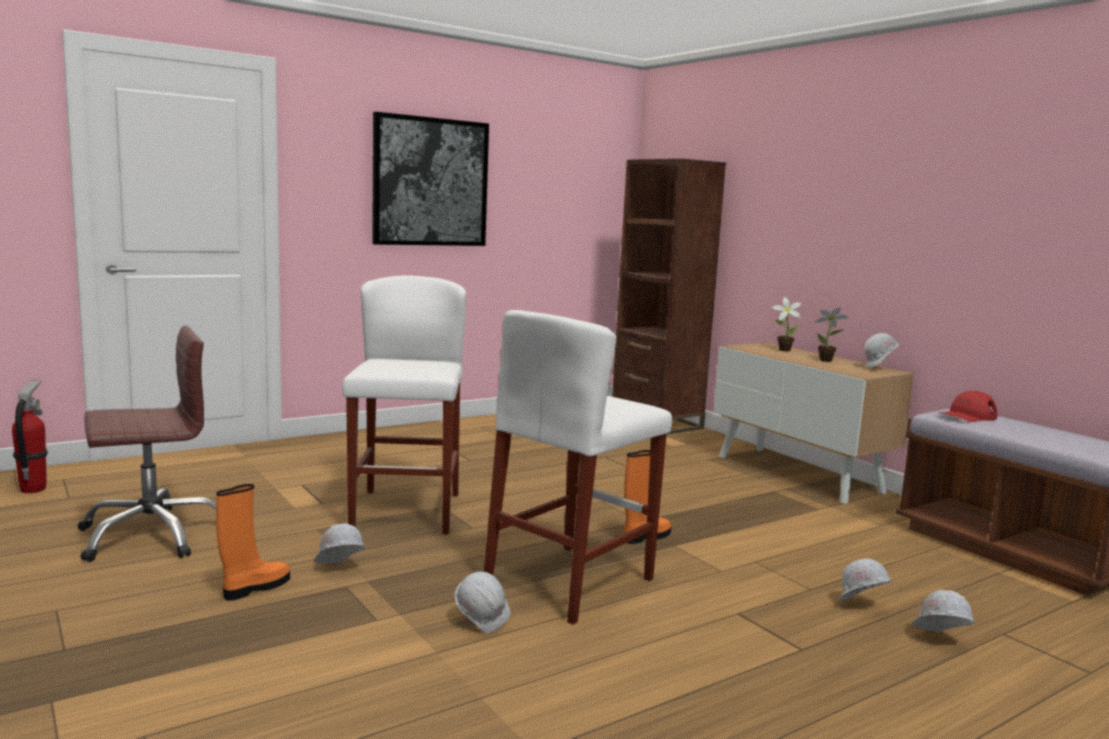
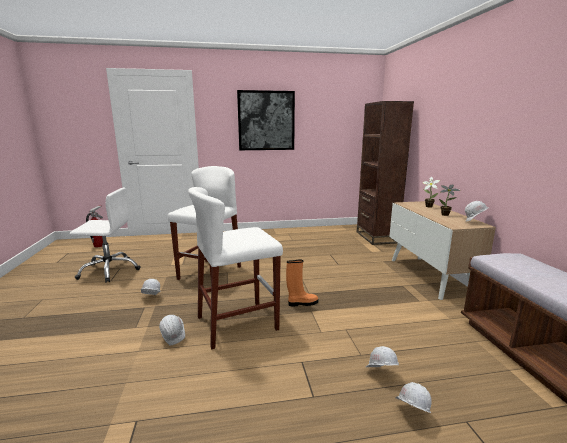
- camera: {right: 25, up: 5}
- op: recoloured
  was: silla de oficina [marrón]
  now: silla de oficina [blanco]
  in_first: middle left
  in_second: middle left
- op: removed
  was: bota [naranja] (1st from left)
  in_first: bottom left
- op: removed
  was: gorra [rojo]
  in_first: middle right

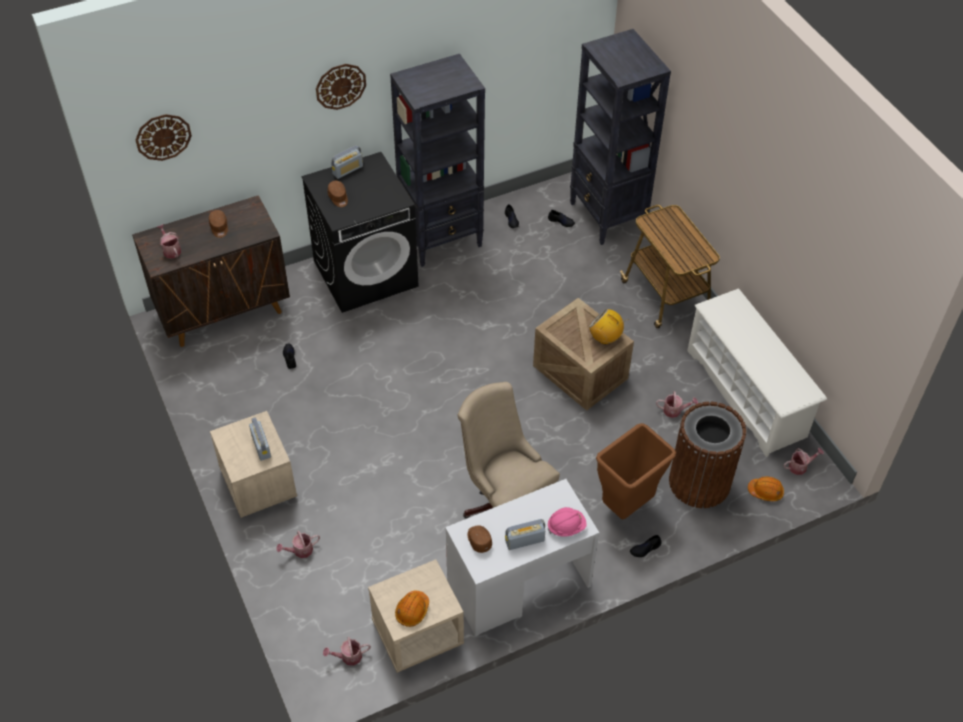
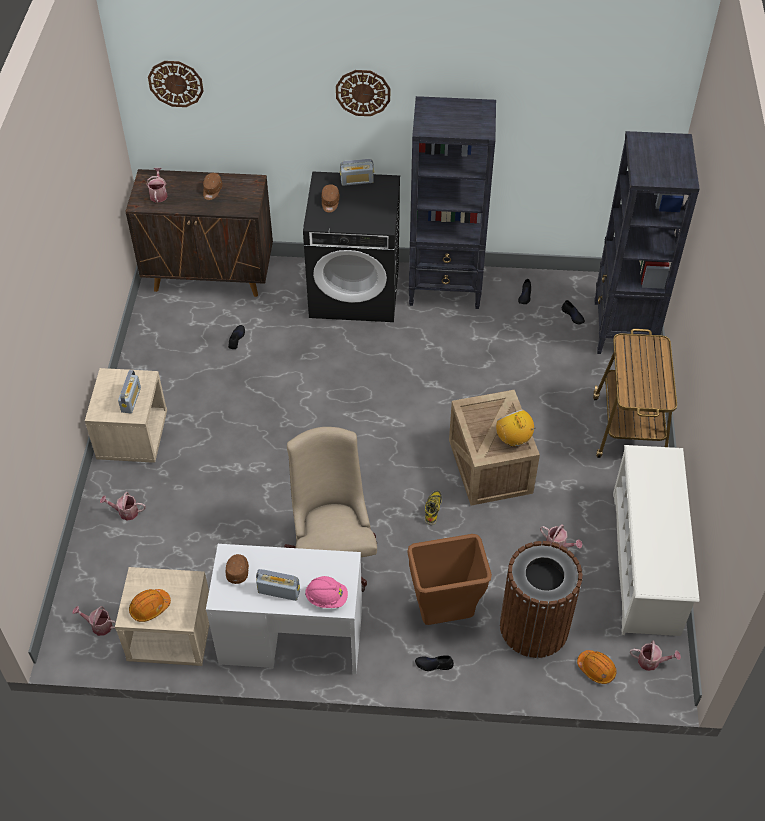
- camera: {right: 30, up: 0}
- op: added
  now: bota
  in_second: centre

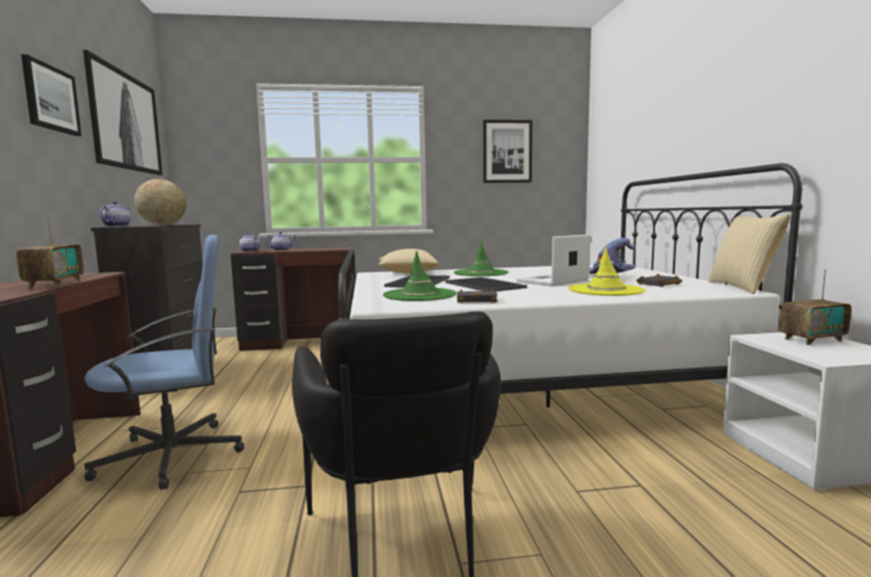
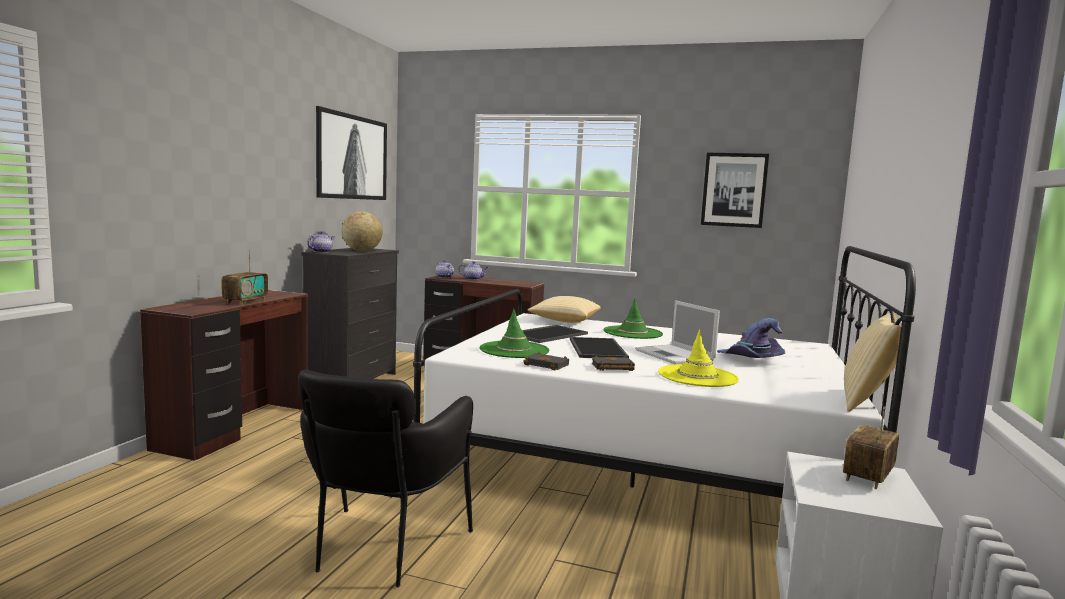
- camera: {right: 25, up: 0}
- op: moved
  was: libro [negro] (2nd from left)
  in_first: middle right
  in_second: centre
- op: turned
  was: portátil
  in_first: centre
  in_second: centre
  clockwise: -105
- op: turned
  was: radio (2nd from left)
  in_first: middle right
  in_second: bottom right
  clockwise: 120
- op: removed
  was: cuadro (1st from left)
  in_first: top left
- op: removed
  was: silla de oficina [azul]
  in_first: middle left

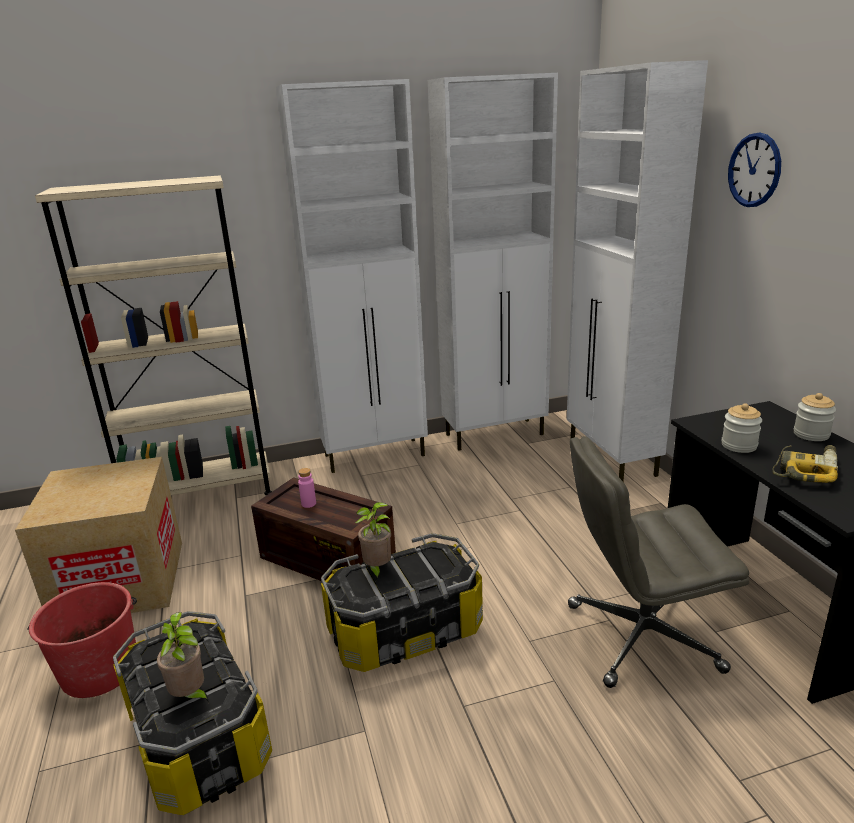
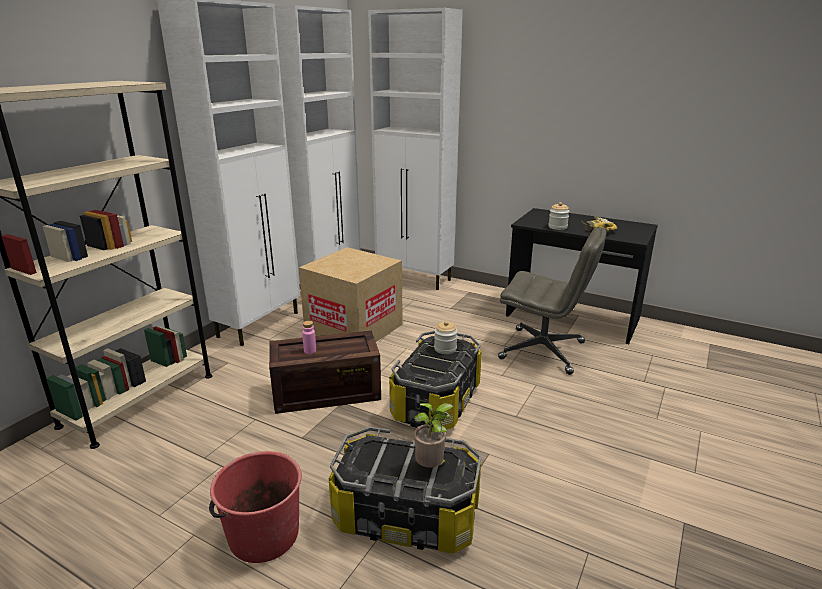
- camera: {right: -45, up: 0}
- op: moved
  was: caja de cartón
  in_first: middle left
  in_second: centre
- op: moved
  was: tarro (2nd from left in the first image)
  now: tarro (1st from left)
  in_first: middle right
  in_second: centre
- op: turned
  was: silla de oficina [gris]
  in_first: bottom right
  in_second: middle right
  clockwise: -105
- op: removed
  was: planta en maceta (2nd from left)
  in_first: centre
- op: removed
  was: reloj de pared
  in_first: top right

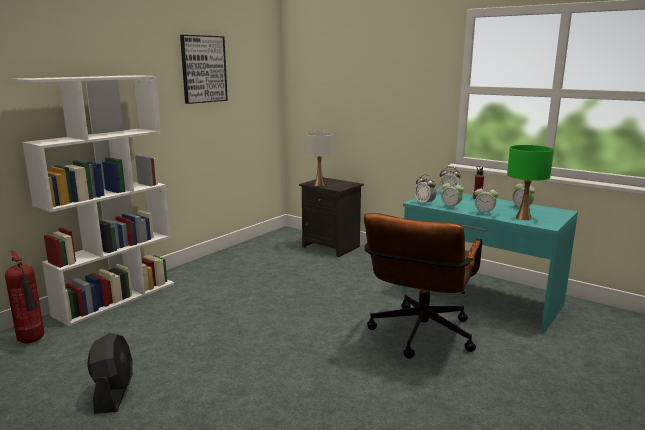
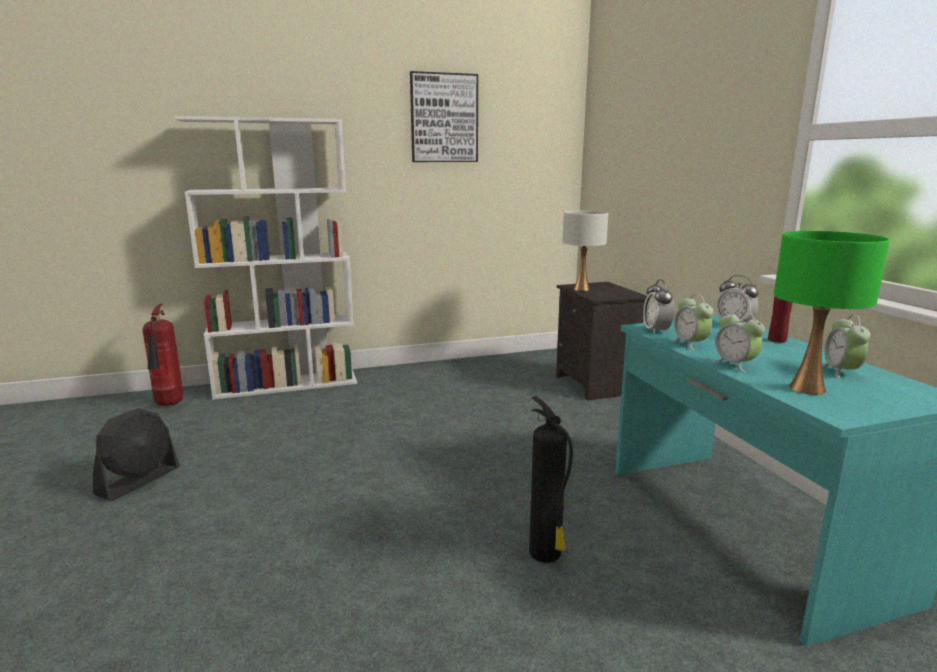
- camera: {right: 35, up: 0}
- op: replaced
  was: silla de oficina [marrón]
  now: extintor (2nd from left)
  in_first: centre
  in_second: bottom centre

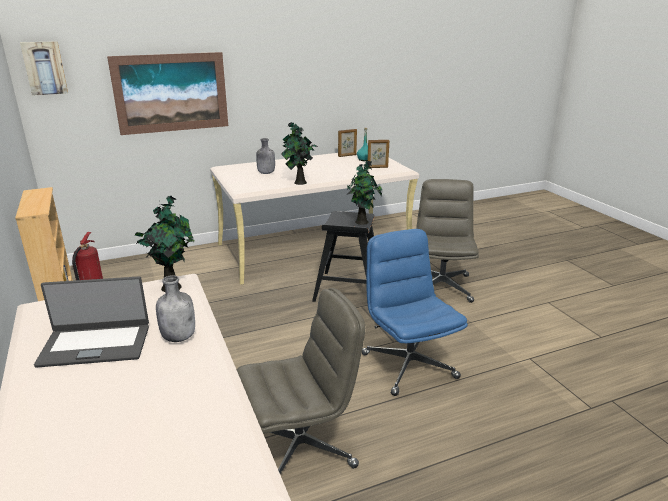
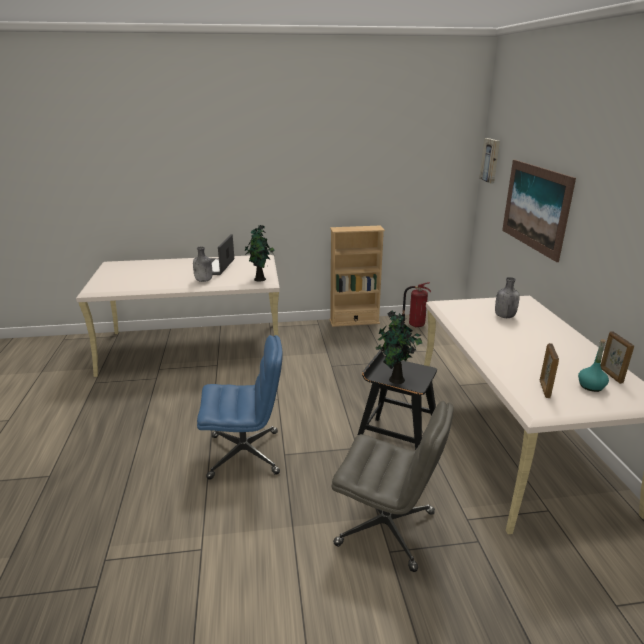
- camera: {right: 105, up: 0}
- op: removed
  was: silla de oficina [gris] (1st from left)
  in_first: bottom centre
- op: removed
  was: planta en maceta (2nd from left)
  in_first: top centre

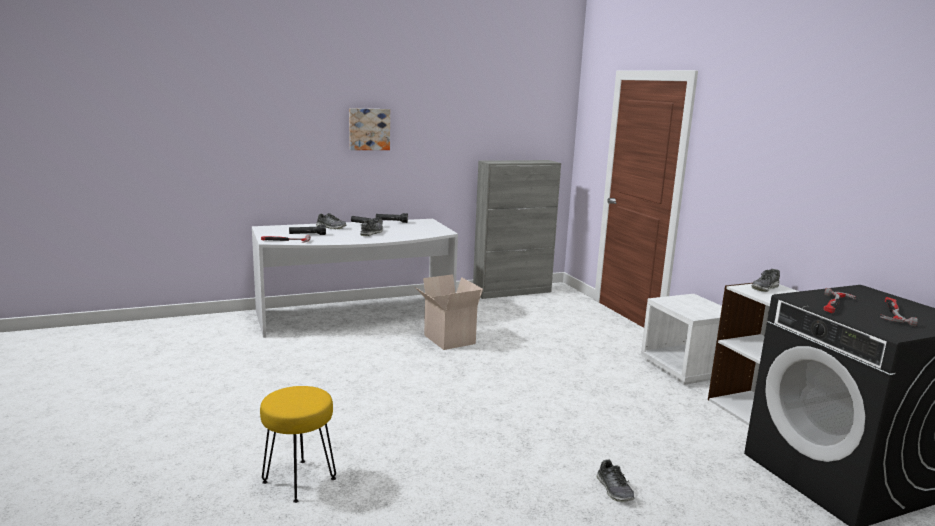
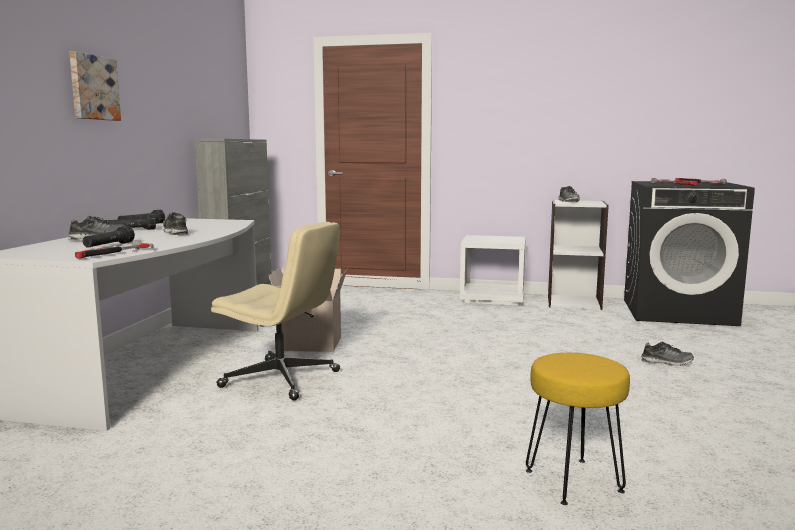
- camera: {right: -55, up: -5}
- op: added
  now: silla de oficina [beis]
  in_second: centre

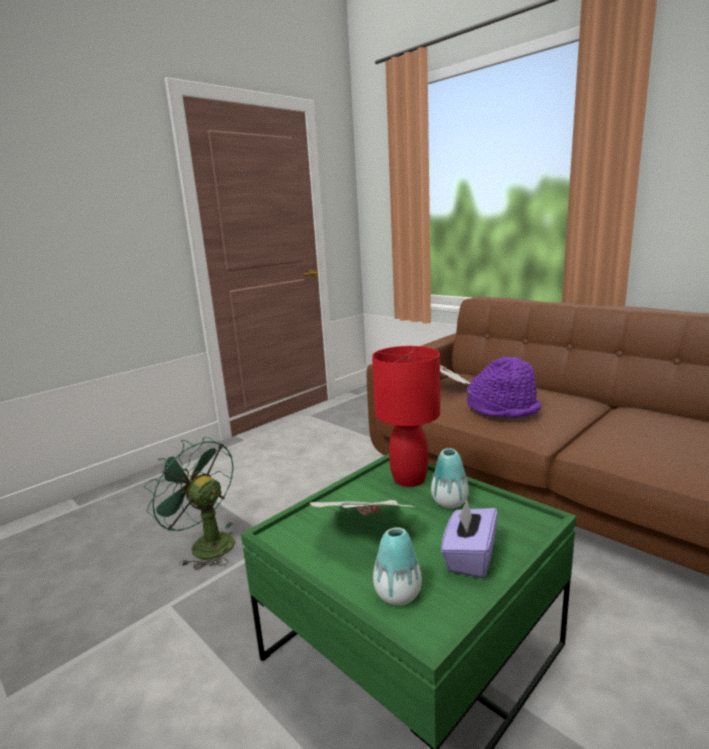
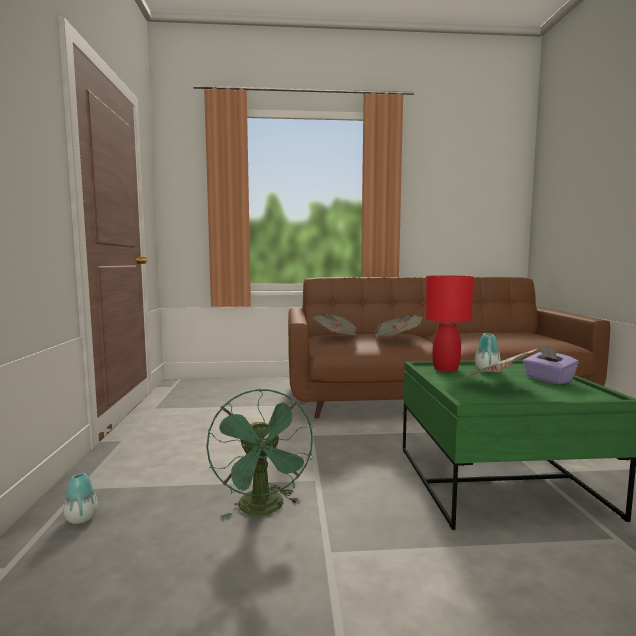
- camera: {right: -50, up: -10}
- op: moved
  was: florero (1st from left)
  in_first: bottom centre
  in_second: bottom left
- op: turned
  was: ventilador [verde]
  in_first: bottom left
  in_second: bottom centre
  clockwise: -90
- op: replaced
  was: sombrero [morado]
  now: periódico (2nd from left)
  in_first: middle right
  in_second: centre

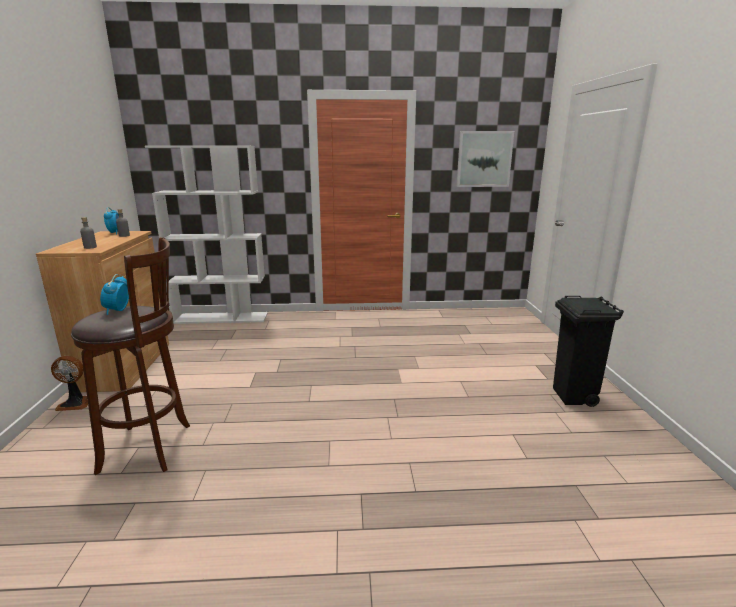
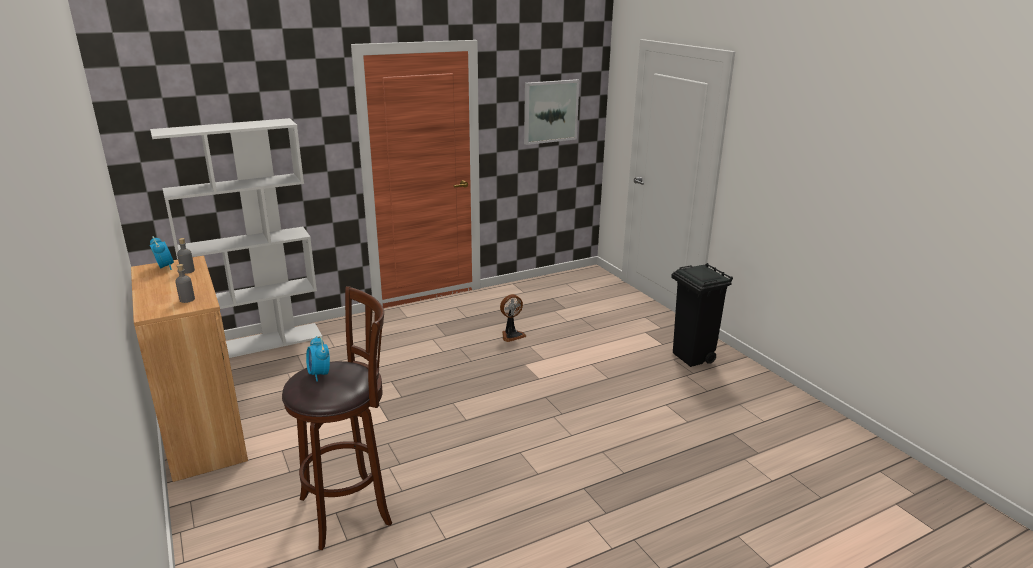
- camera: {right: -25, up: 5}
- op: moved
  was: ventilador
  in_first: middle left
  in_second: centre

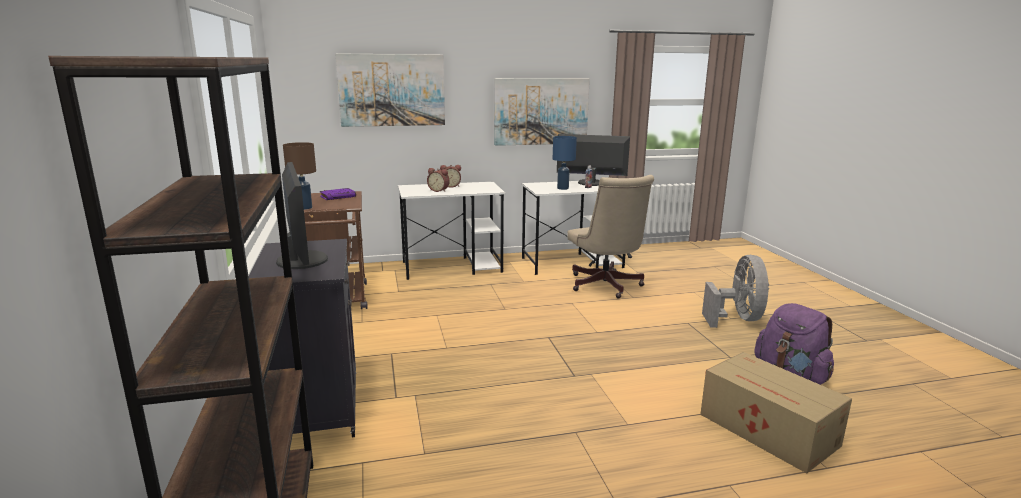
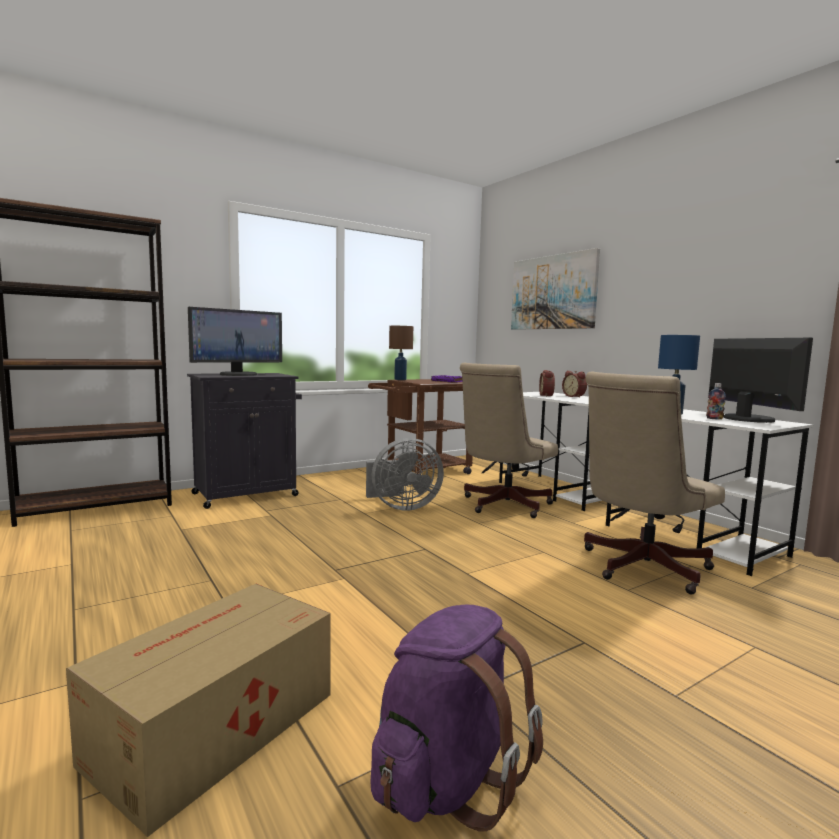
- camera: {right: 70, up: -10}
- op: moved
  was: ventilador [gris]
  in_first: middle right
  in_second: centre
- op: added
  now: silla de oficina [beis] (1st from left)
  in_second: centre
- op: removed
  was: cuadro (2nd from left)
  in_first: top centre

